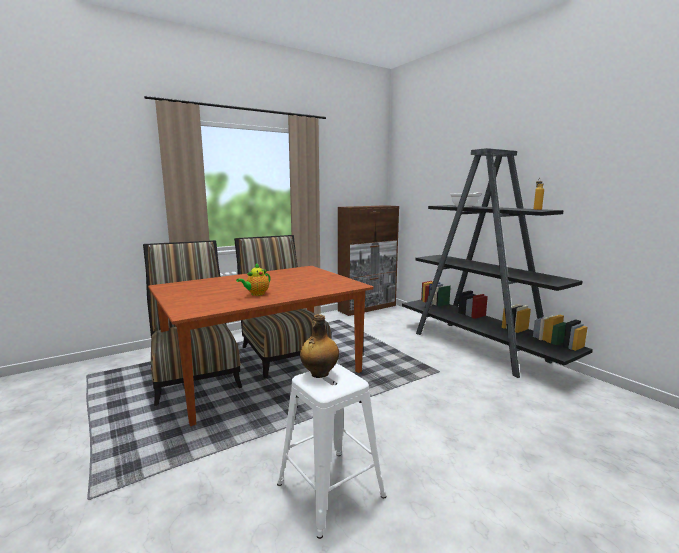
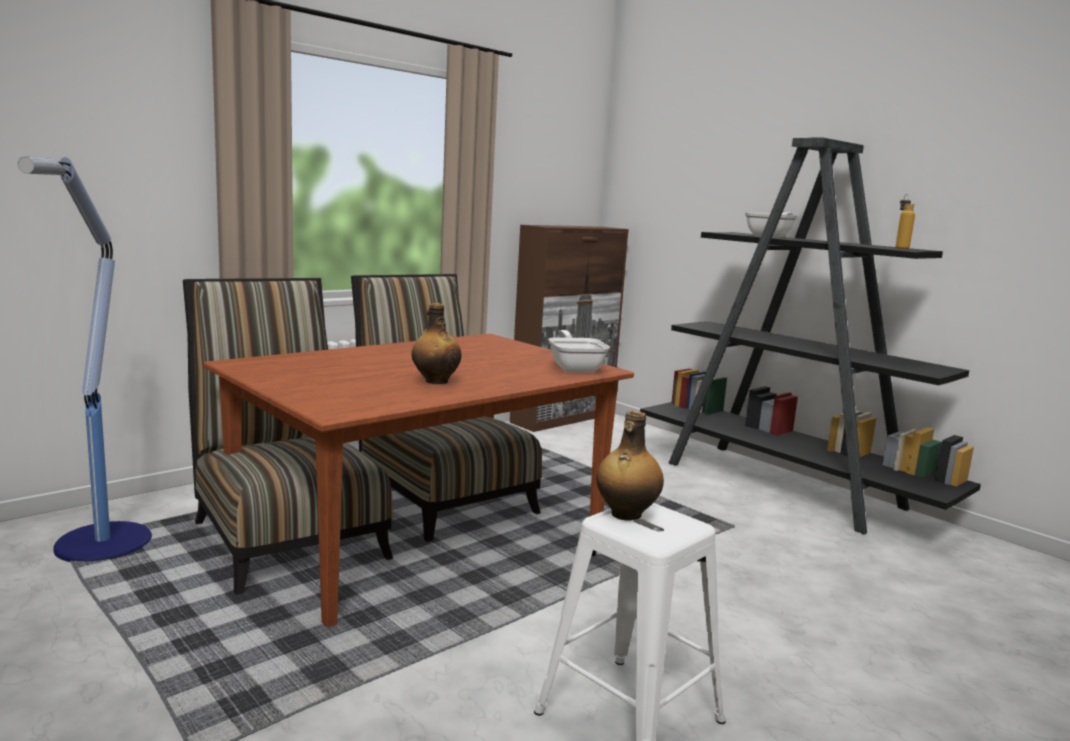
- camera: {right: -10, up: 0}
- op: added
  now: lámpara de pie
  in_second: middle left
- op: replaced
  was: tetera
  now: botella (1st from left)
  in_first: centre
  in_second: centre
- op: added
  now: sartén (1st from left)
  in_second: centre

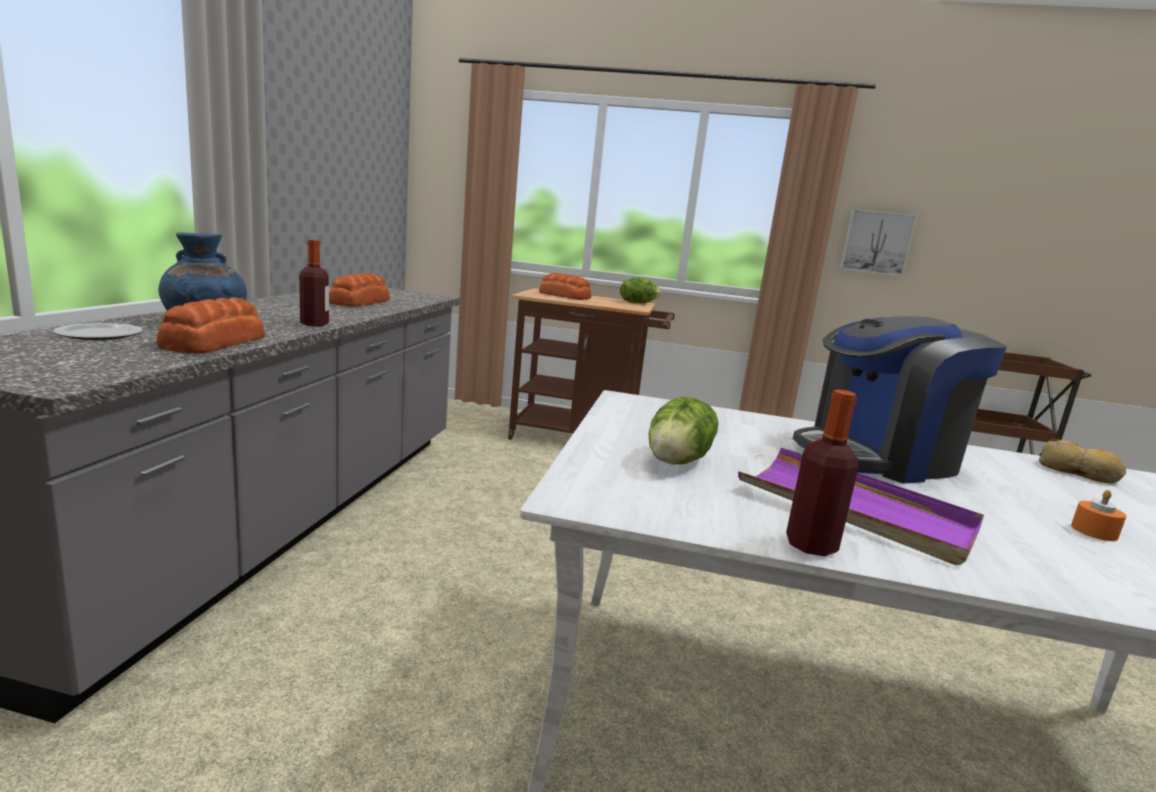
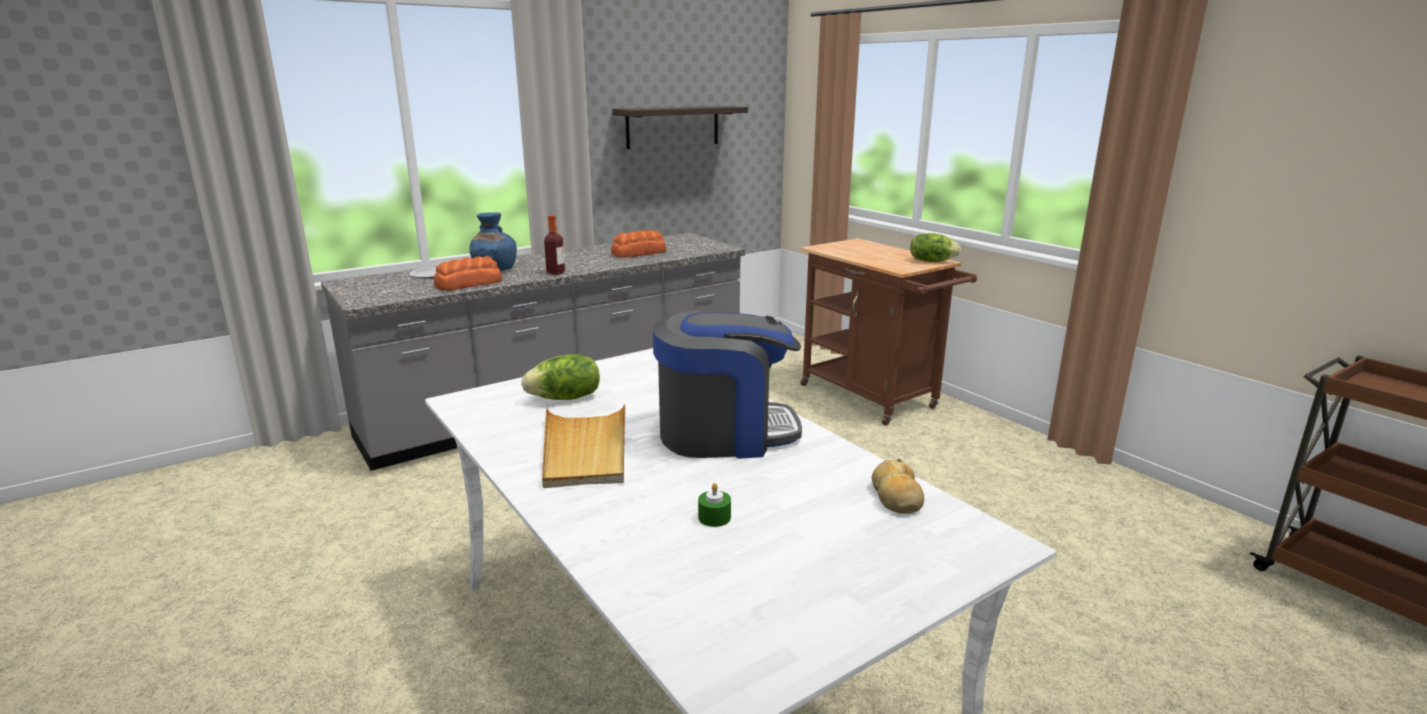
- camera: {right: 45, up: 5}
- op: recoloured
  was: bandeja [morado]
  now: bandeja [beis]
  in_first: middle right
  in_second: centre
- op: added
  now: estante
  in_second: top centre
- op: turned
  was: cafetera
  in_first: middle right
  in_second: centre
  clockwise: 150
- op: recoloured
  was: vela [naranja]
  now: vela [verde]
  in_first: middle right
  in_second: bottom centre
- op: removed
  was: pan (3rd from left)
  in_first: centre
- op: removed
  was: botella (2nd from left)
  in_first: middle right
- op: removed
  was: cuadro
  in_first: top right

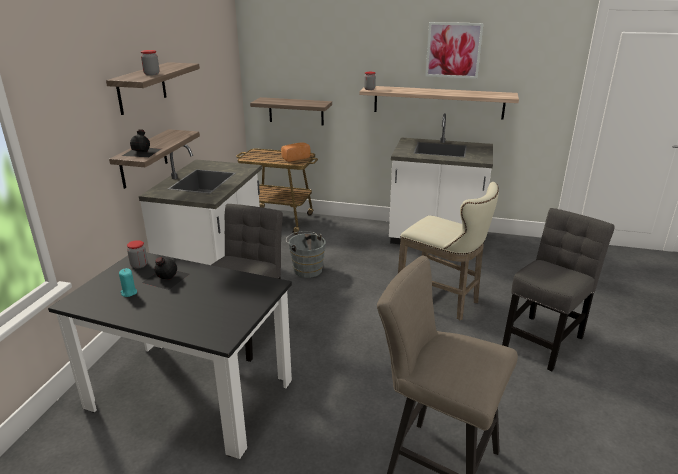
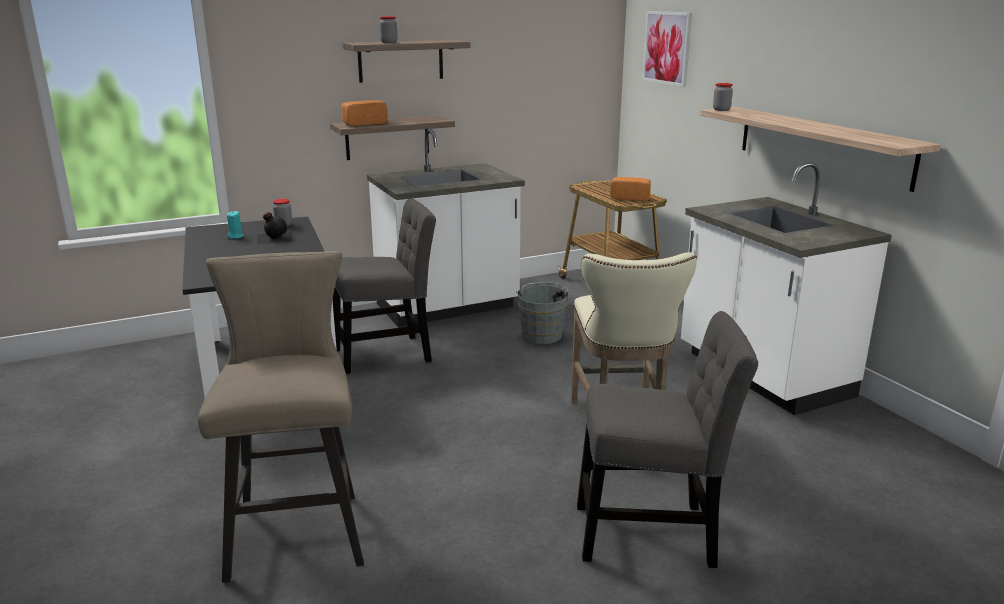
- camera: {right: 50, up: -5}
- op: replaced
  was: botella [negro] (1st from left)
  now: pan (1st from left)
  in_first: top left
  in_second: top centre
- op: moved
  was: cuadro
  in_first: top right
  in_second: top centre
- op: removed
  was: estante (3rd from left)
  in_first: top centre

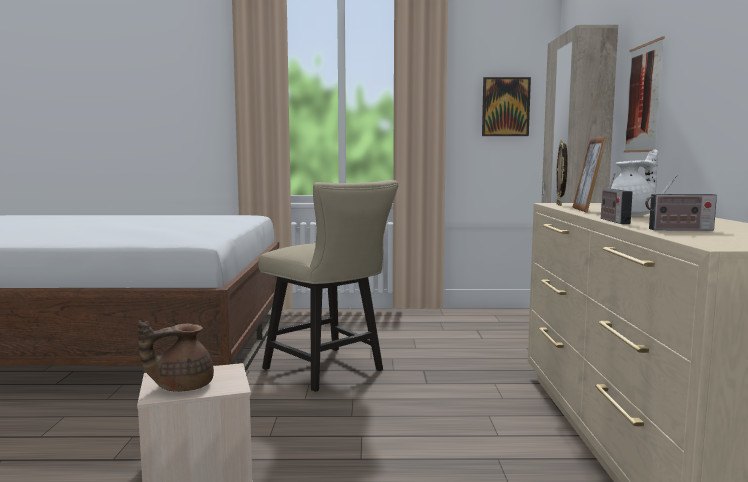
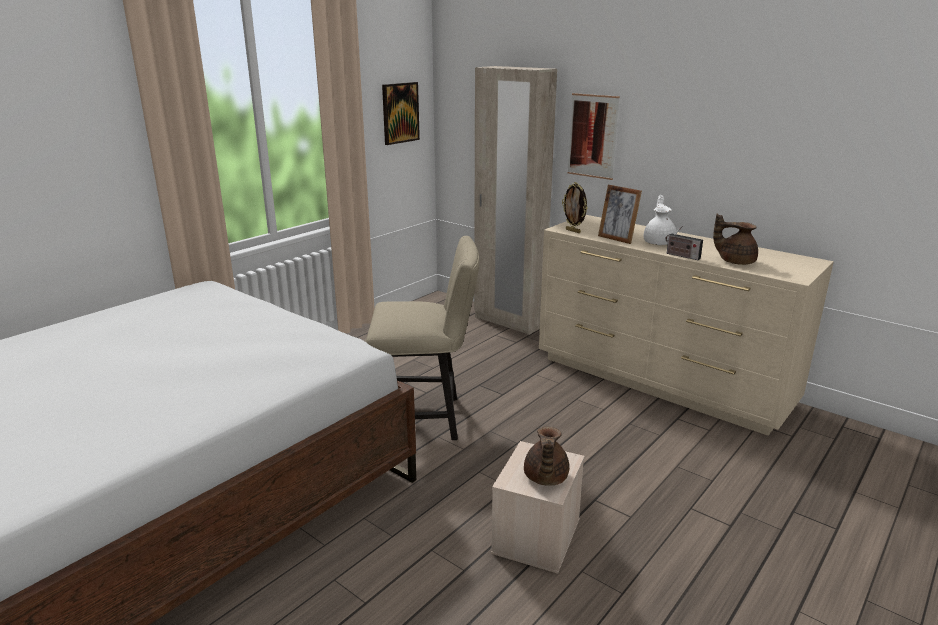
- camera: {right: -50, up: 15}
- op: replaced
  was: radio (2nd from left)
  now: tetera [marrón] (2nd from left)
  in_first: middle right
  in_second: middle right

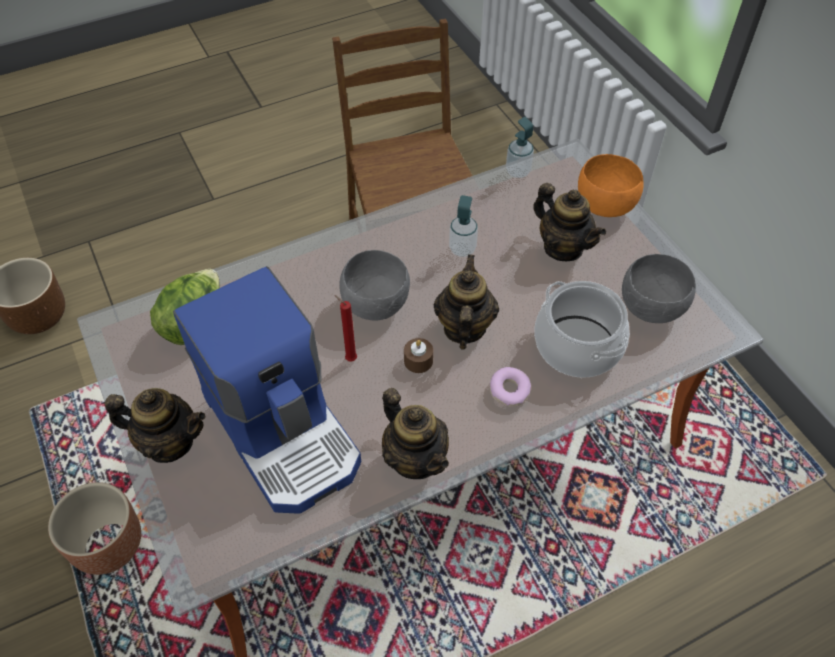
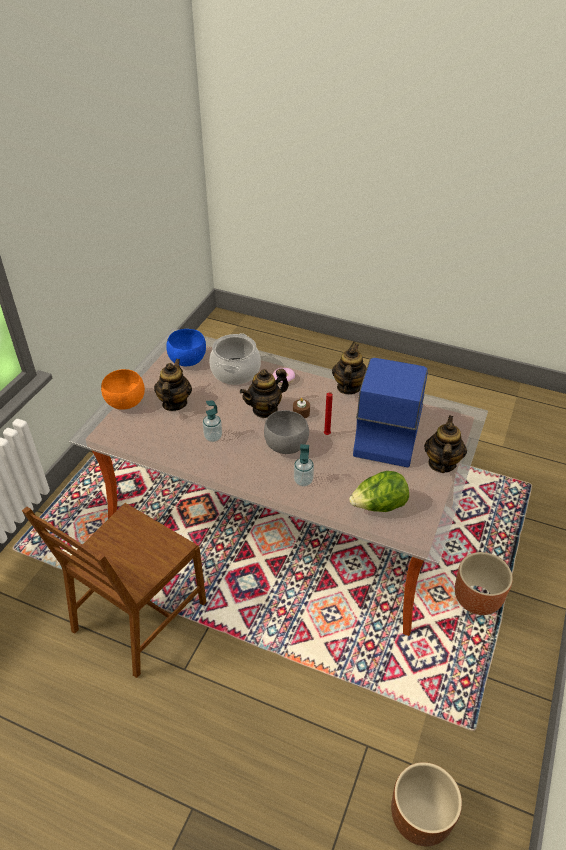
- camera: {right: -130, up: -10}
- op: recoloured
  was: cuenco [gris] (2nd from left)
  now: cuenco [azul]
  in_first: middle right
  in_second: middle left
- op: moved
  was: dispensador de jabón (2nd from left)
  in_first: top centre
  in_second: centre
- op: turned
  was: tetera (1st from left in the first image)
  in_first: middle left
  in_second: middle right
  clockwise: 45

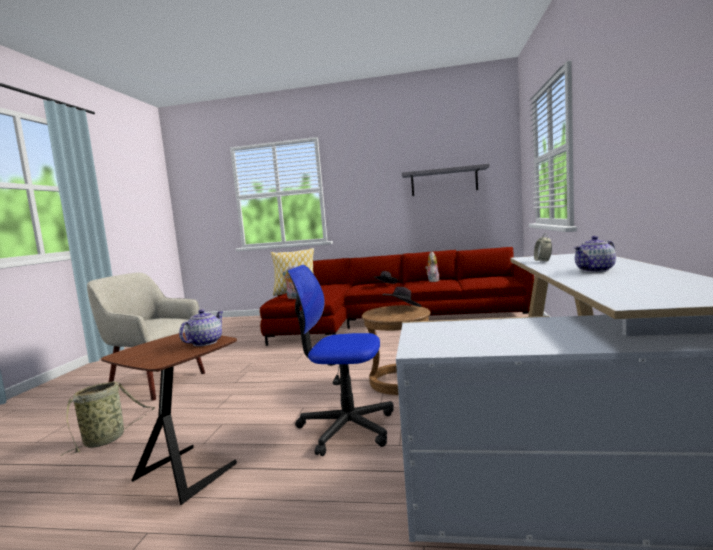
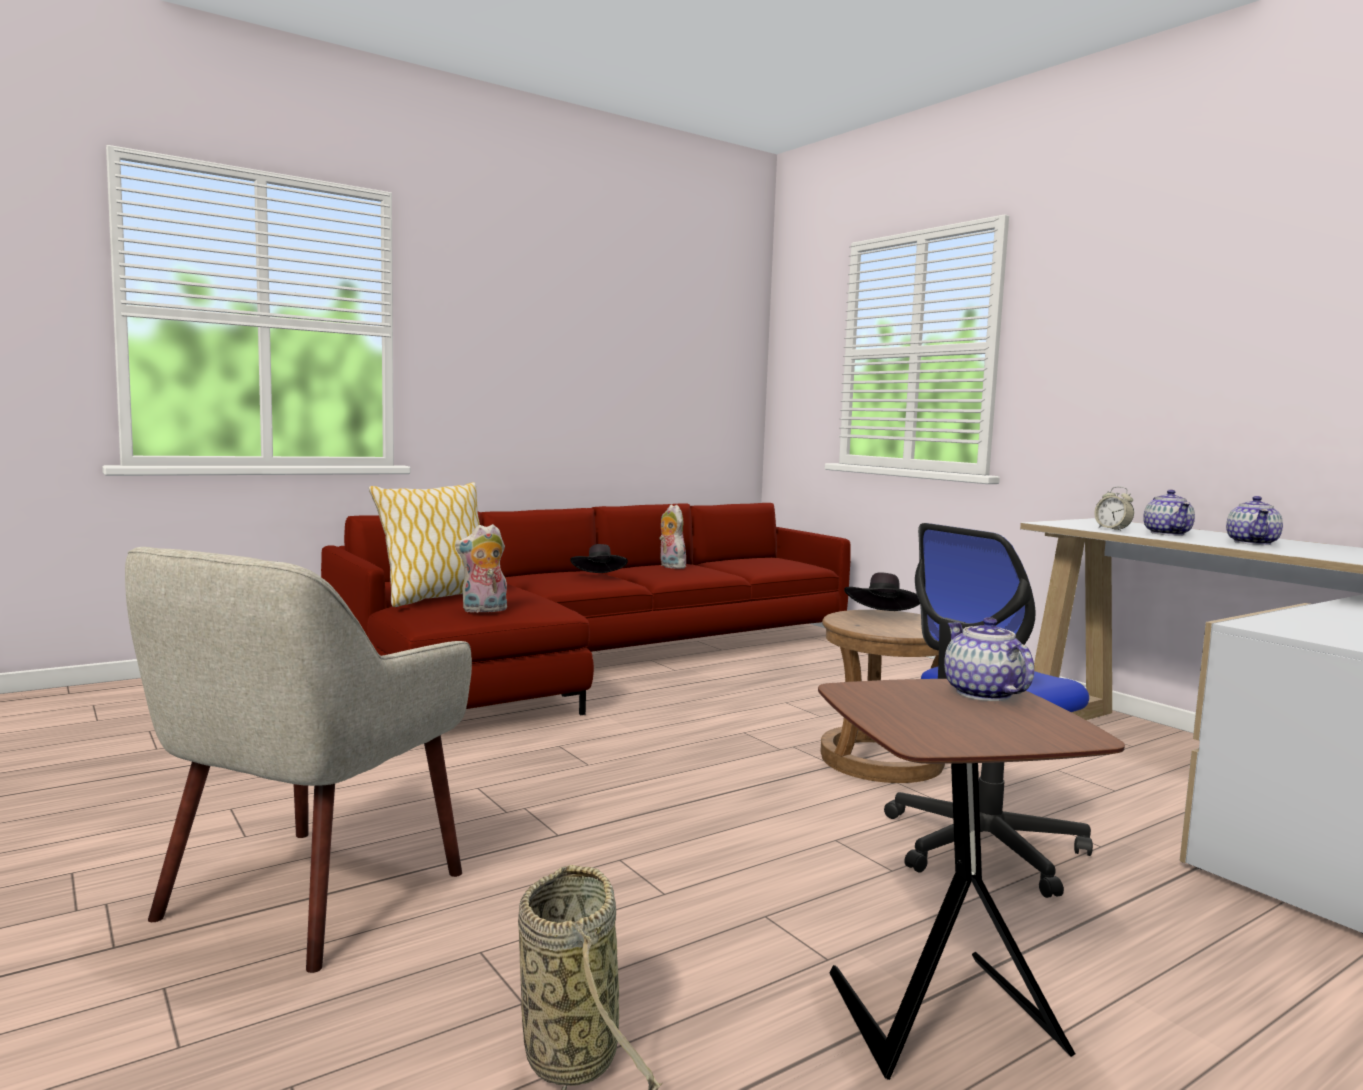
- camera: {right: -45, up: 0}
- op: turned
  was: sillón [beis]
  in_first: middle left
  in_second: bottom left
  clockwise: -45
- op: added
  now: tetera (2nd from left)
  in_second: middle right
- op: removed
  was: estante [gris]
  in_first: top centre

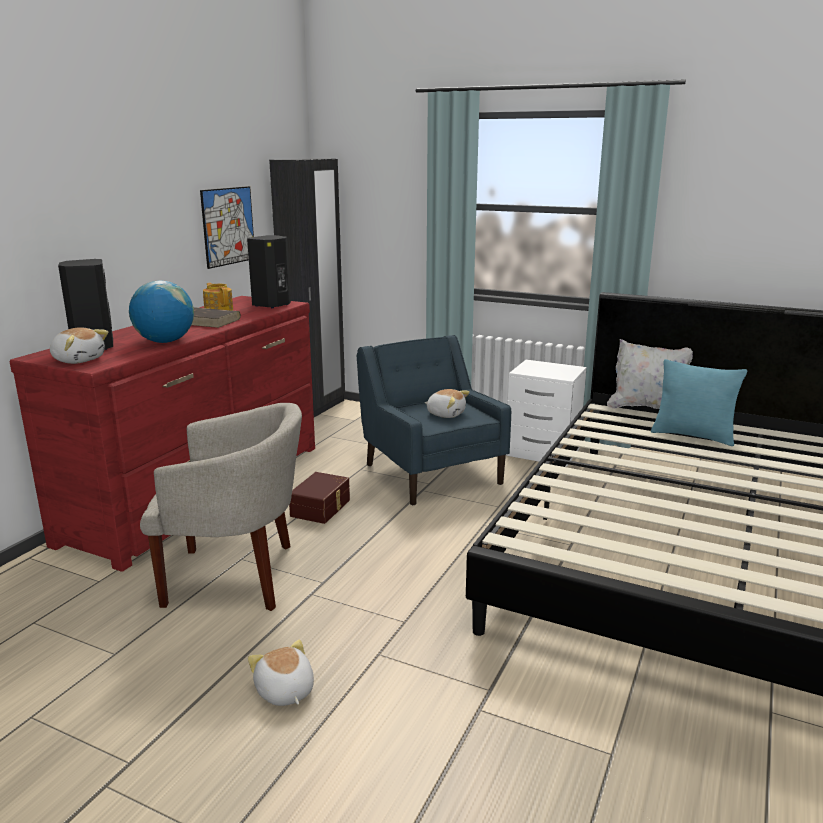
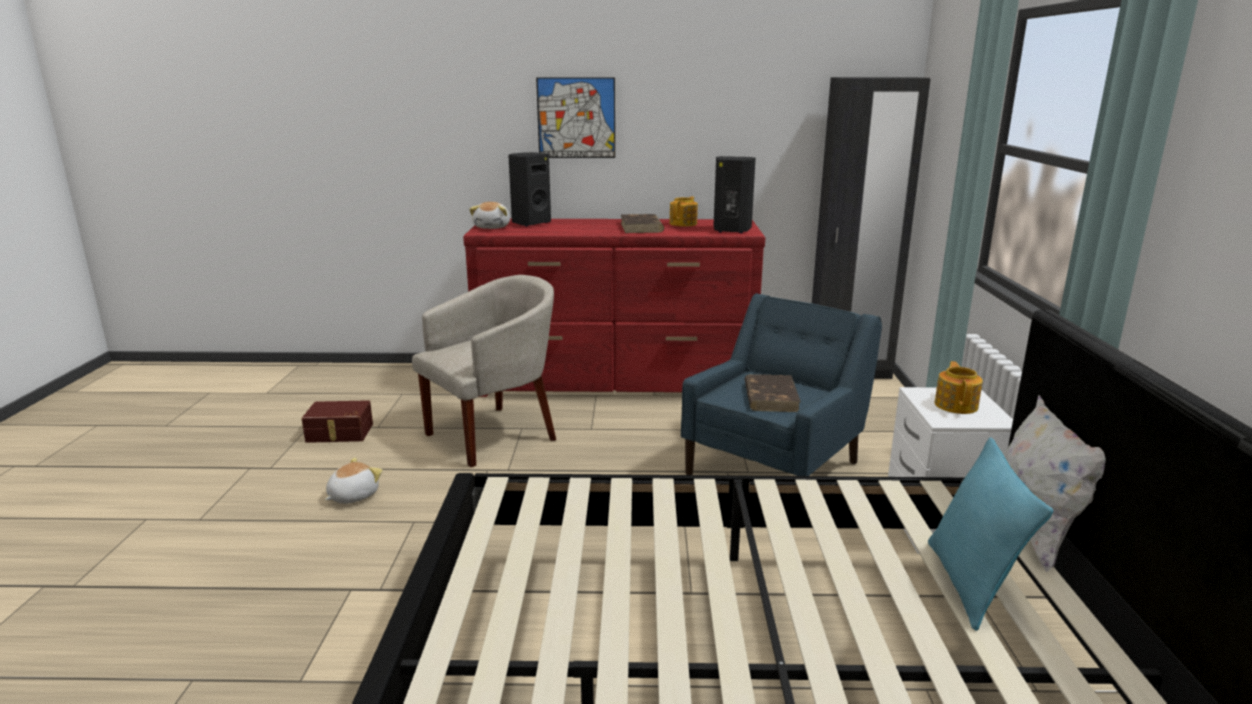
- camera: {right: 65, up: 0}
- op: moved
  was: caja de almacenaje [marrón]
  in_first: centre
  in_second: middle left
- op: turned
  was: sillón [beis]
  in_first: middle left
  in_second: centre
  clockwise: -105
- op: moved
  was: cuadro
  in_first: top left
  in_second: top centre
- op: replaced
  was: peluche (3rd from left)
  now: libro [marrón] (2nd from left)
  in_first: centre
  in_second: centre
- op: added
  now: tetera (2nd from left)
  in_second: middle right
- op: removed
  was: globo terráqueo
  in_first: middle left

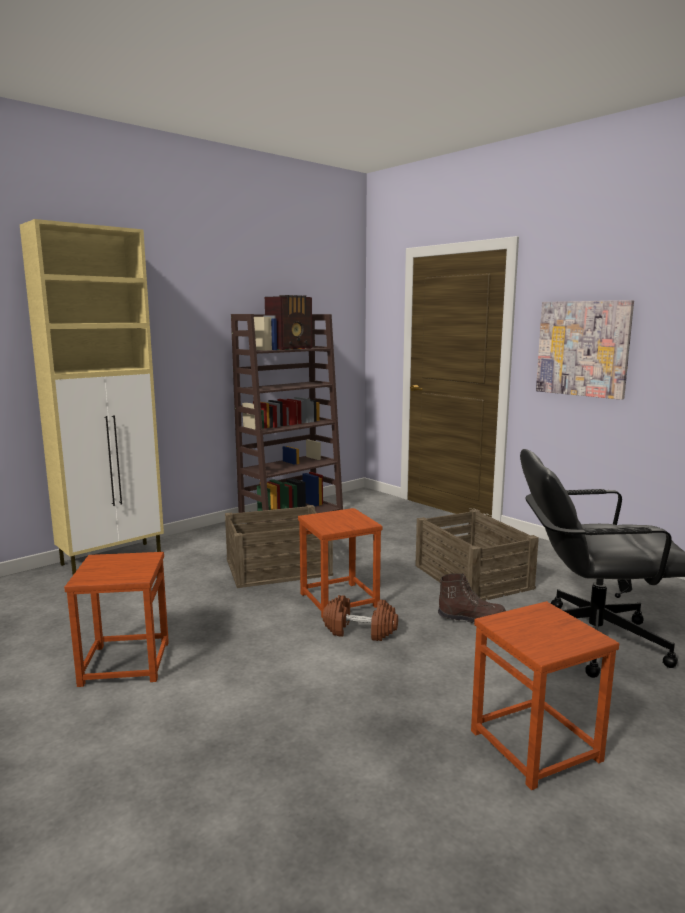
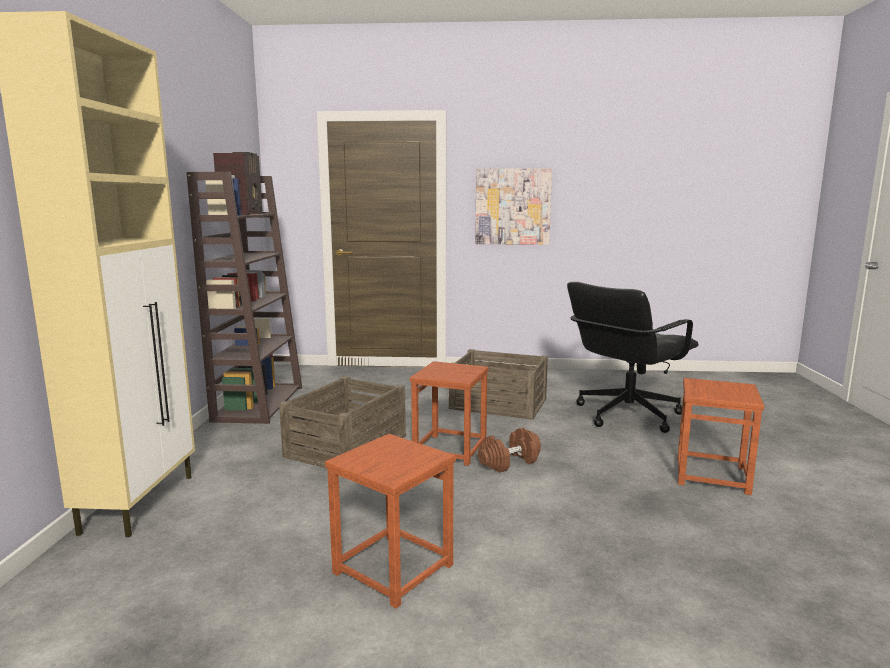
- camera: {right: -45, up: 0}
- op: removed
  was: bota [marrón]
  in_first: middle right

